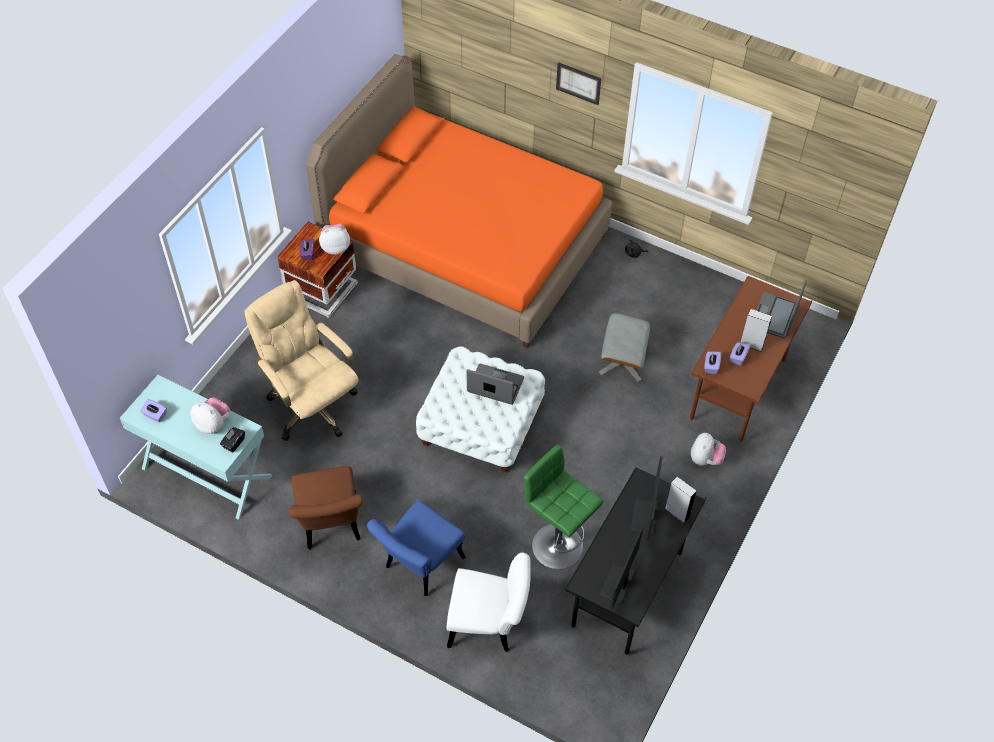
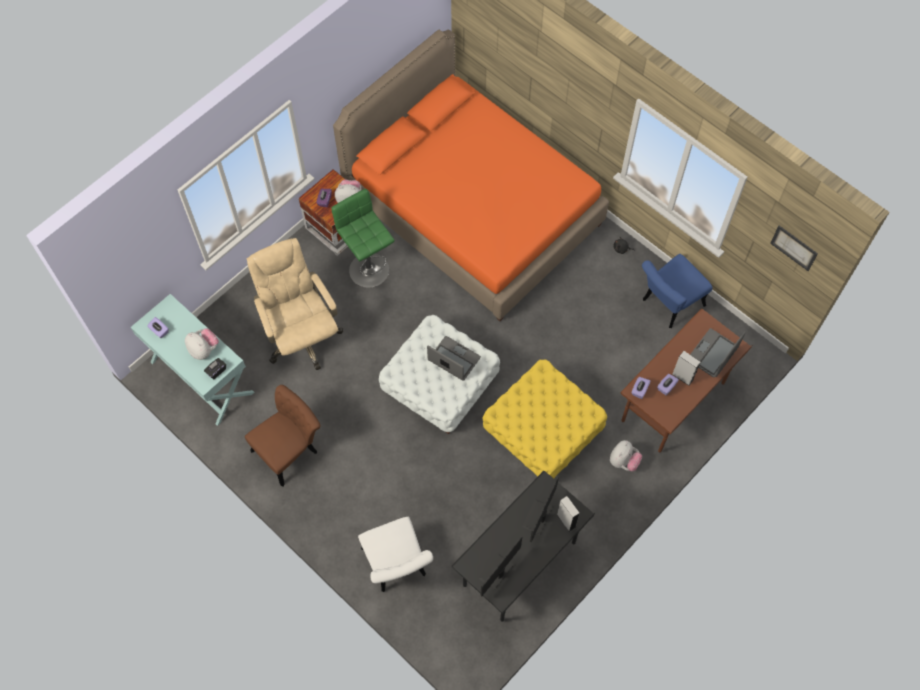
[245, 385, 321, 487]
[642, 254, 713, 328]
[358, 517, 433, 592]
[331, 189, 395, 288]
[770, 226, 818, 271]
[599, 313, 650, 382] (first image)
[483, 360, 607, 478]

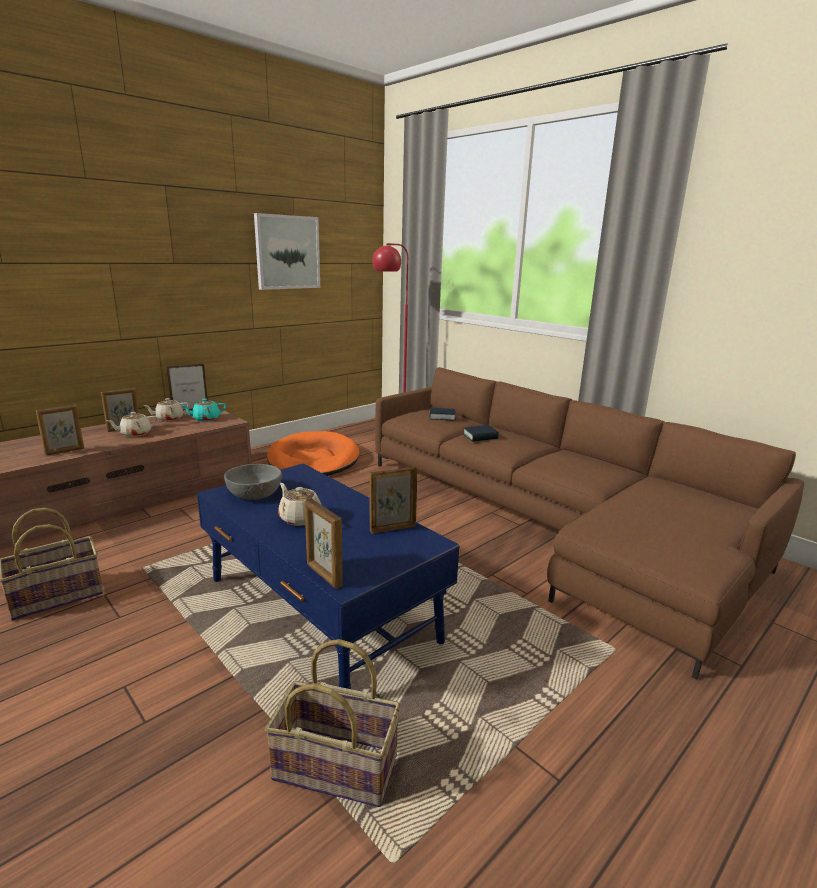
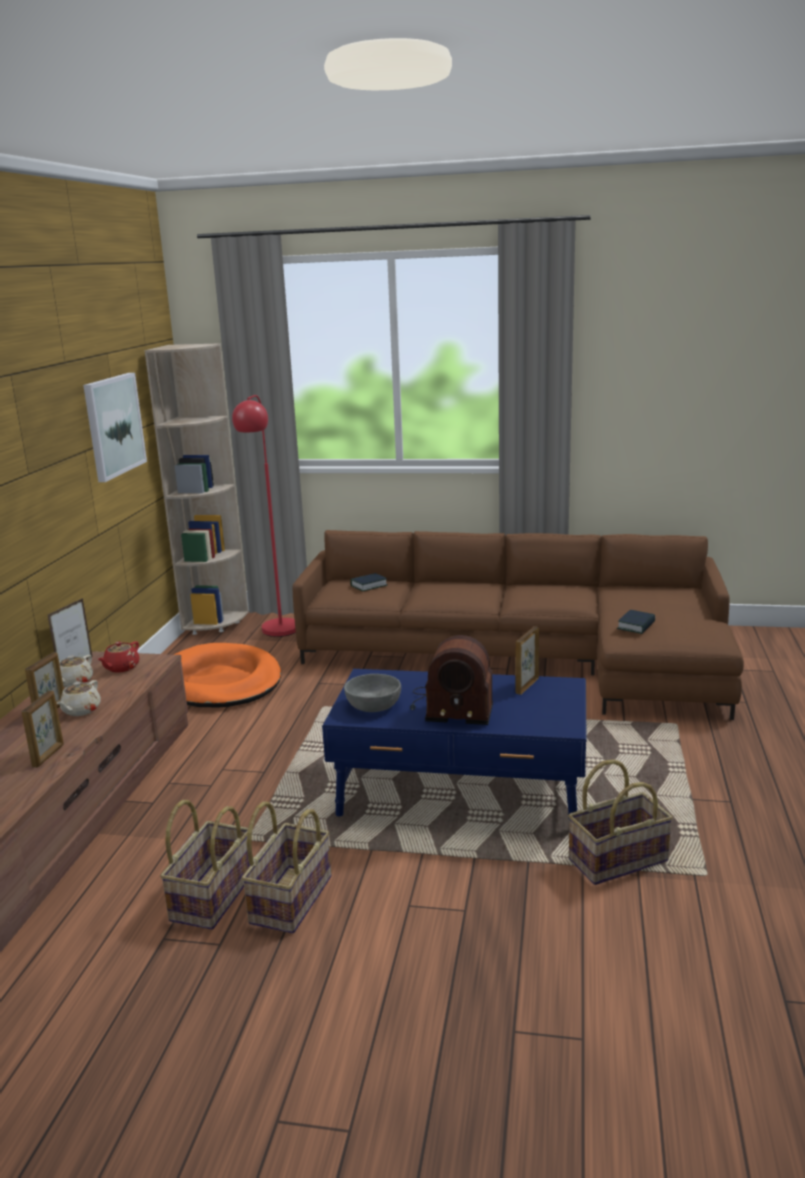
[98, 641, 140, 673]
[410, 635, 493, 725]
[305, 498, 343, 589] (first image)
[617, 610, 655, 634]
[145, 343, 249, 635]
[241, 801, 331, 934]

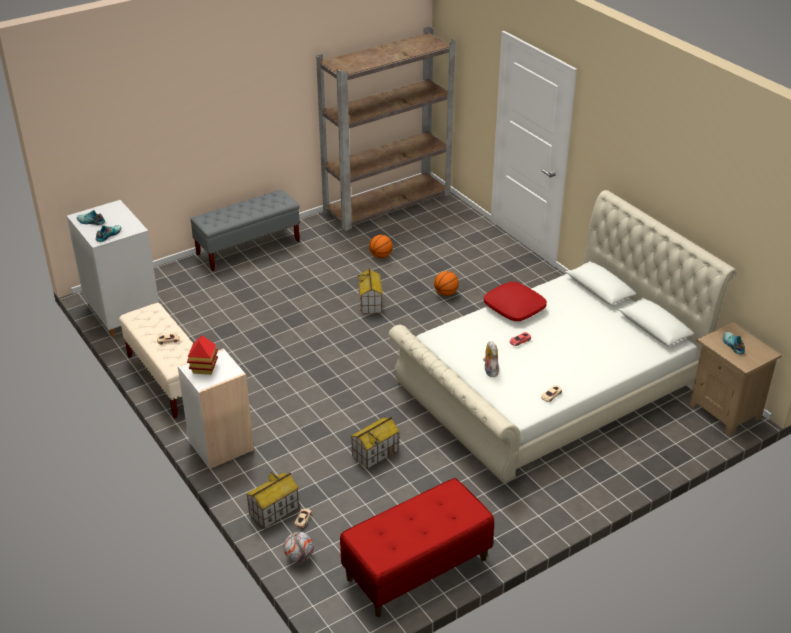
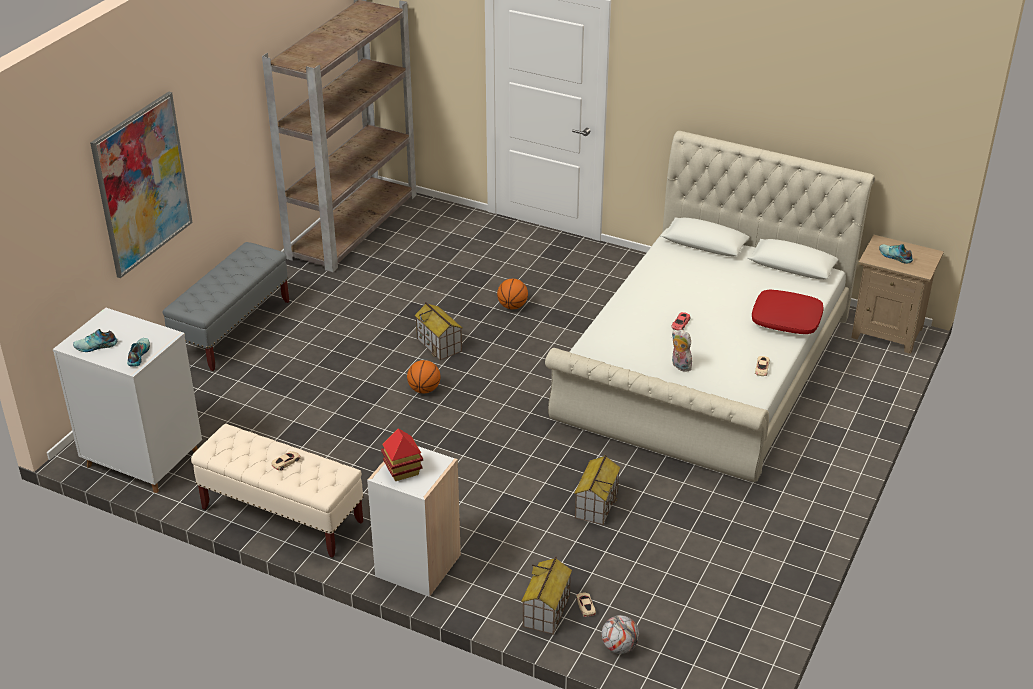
[340, 478, 494, 617] (first image)
[407, 360, 440, 393]
[752, 289, 824, 334]
[90, 91, 193, 278]

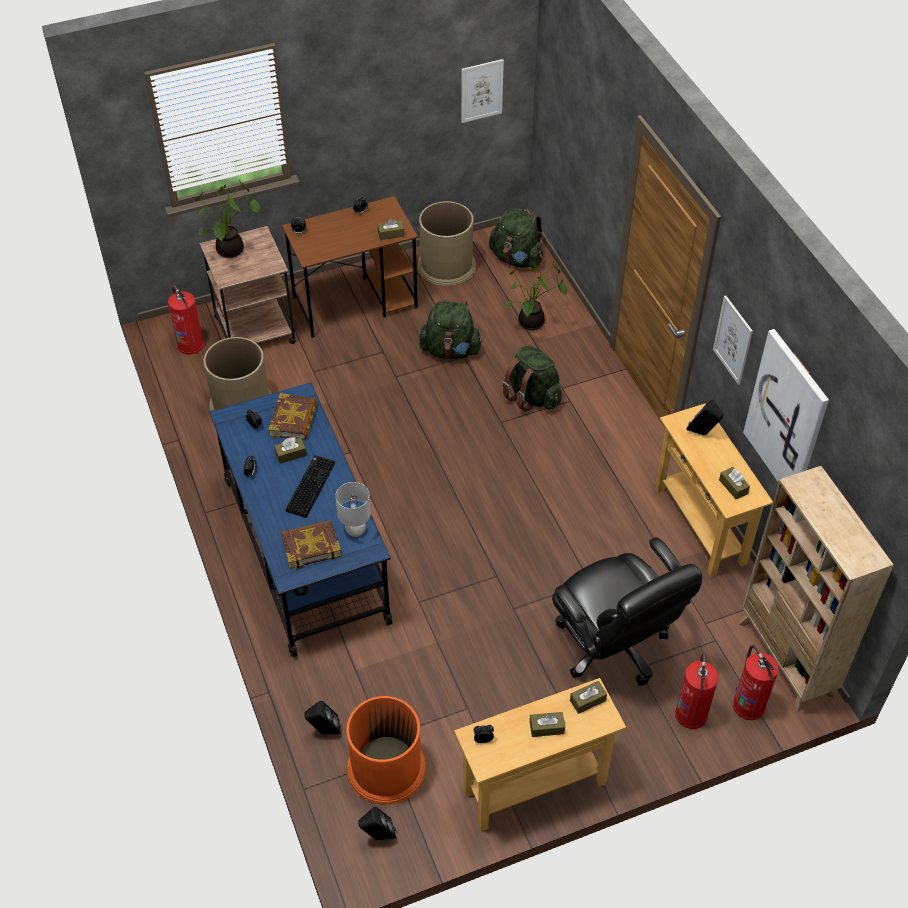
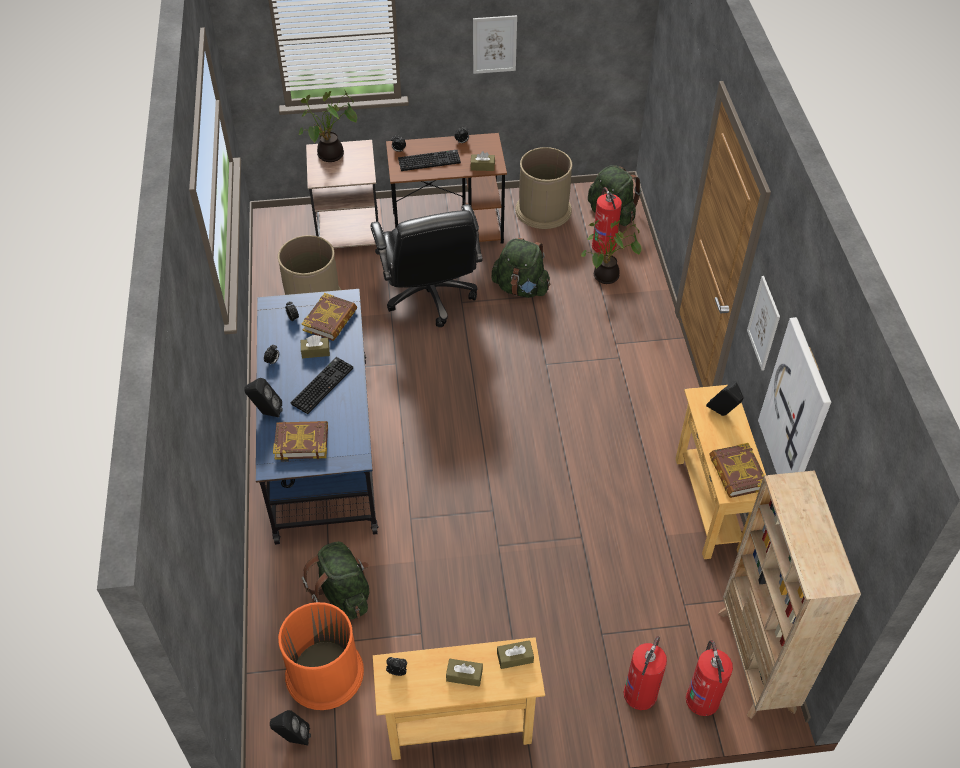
[592, 187, 622, 254]
[244, 378, 283, 417]
[335, 482, 371, 537] (first image)
[473, 15, 517, 74]
[302, 541, 369, 619]
[371, 204, 482, 327]
[709, 443, 764, 498]
[398, 150, 461, 171]

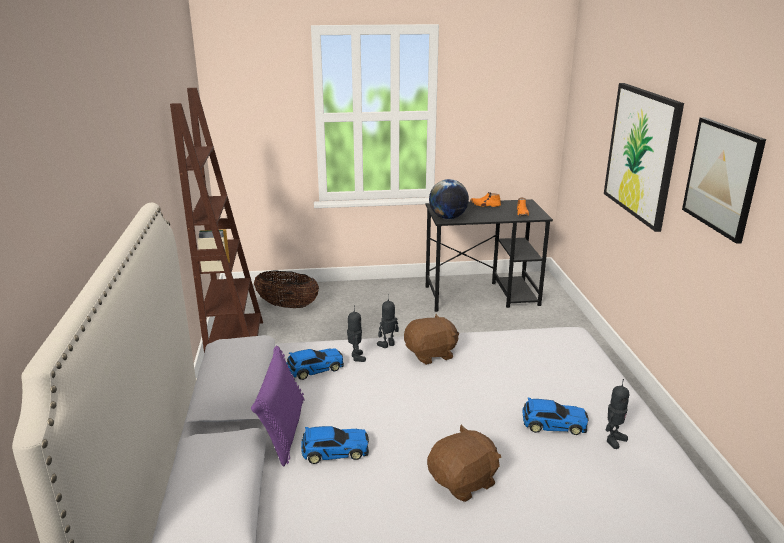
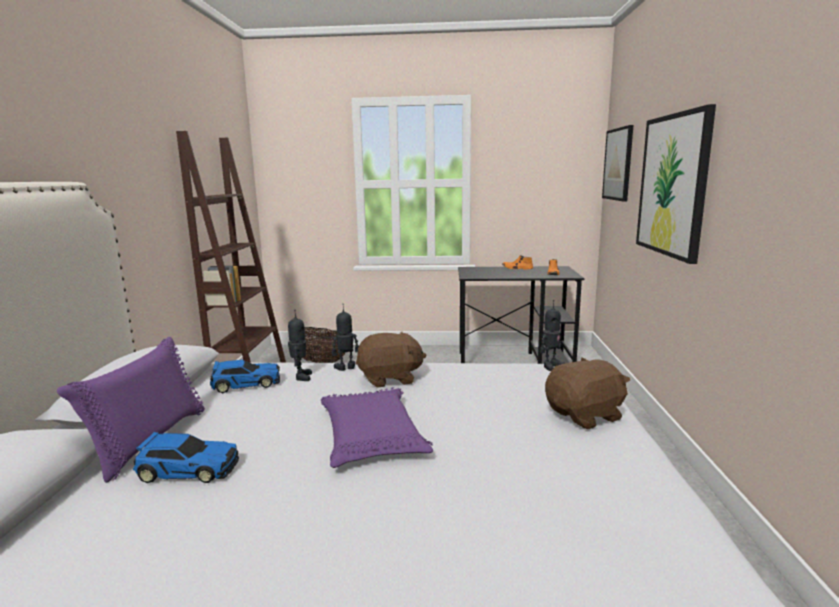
[545, 357, 630, 429]
[429, 179, 469, 219] (first image)
[522, 398, 589, 435] (first image)
[540, 300, 565, 371]
[602, 125, 633, 201]
[321, 387, 433, 468]

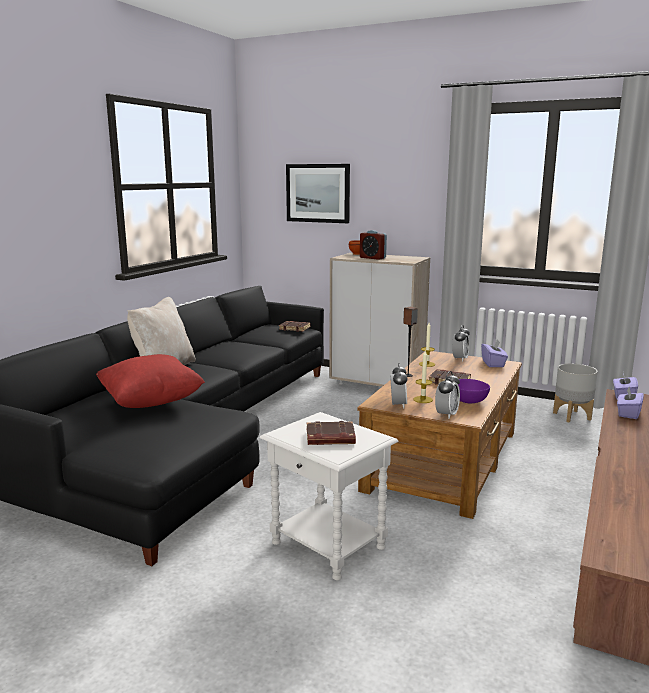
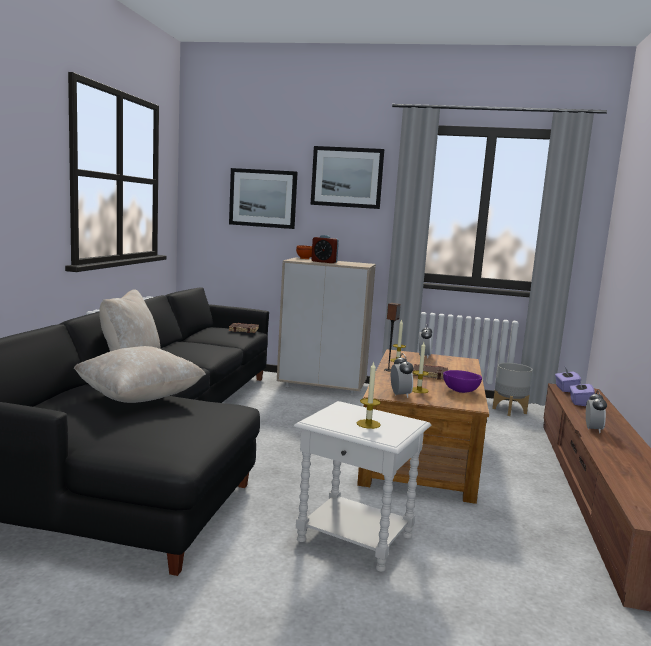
[74, 346, 206, 403]
[357, 361, 381, 429]
[586, 390, 607, 433]
[481, 339, 508, 367] (first image)
[311, 146, 384, 209]

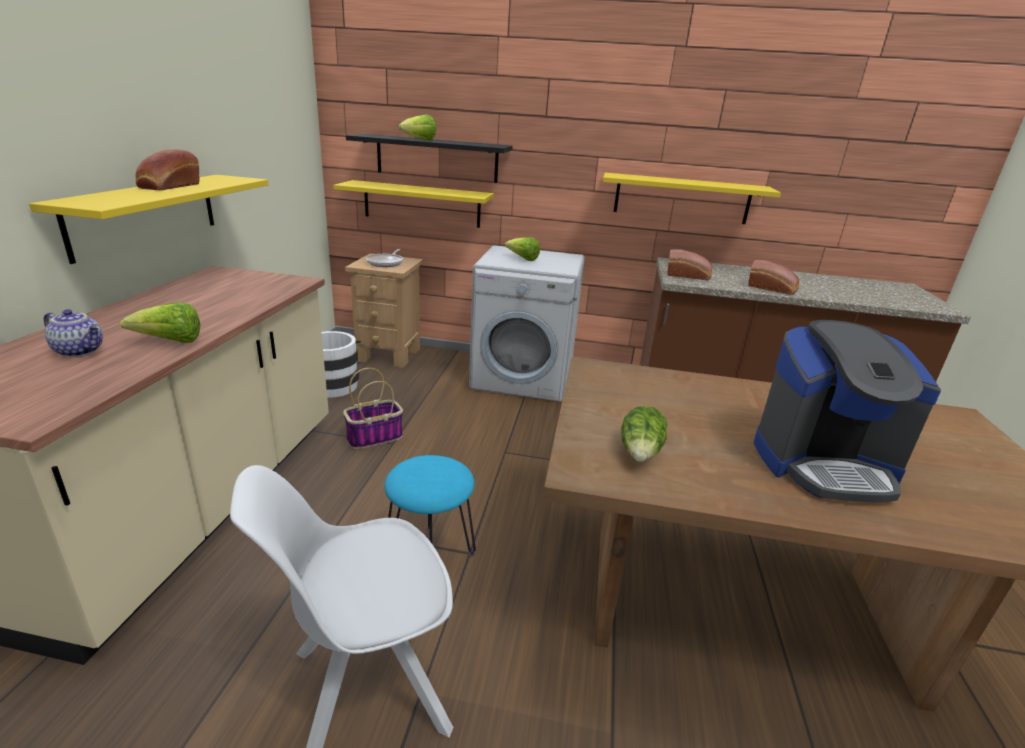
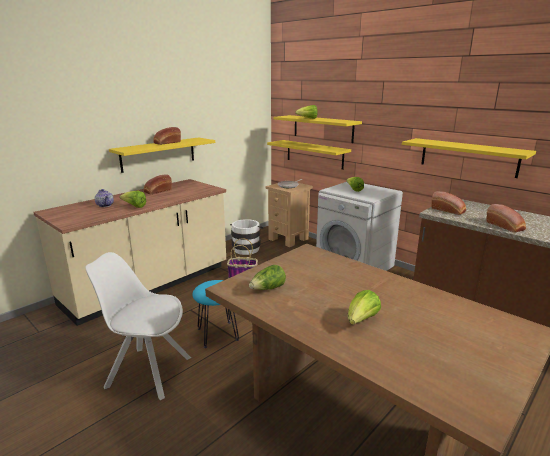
[274, 115, 362, 143]
[348, 290, 381, 325]
[144, 175, 172, 194]

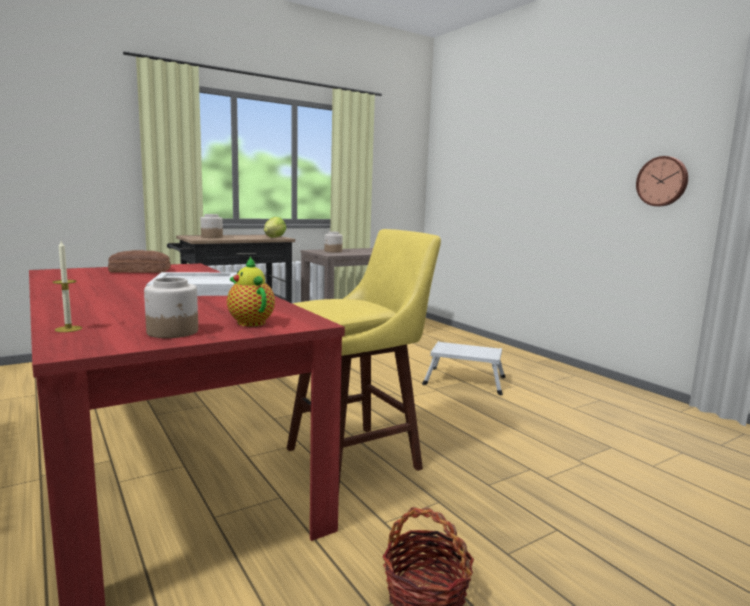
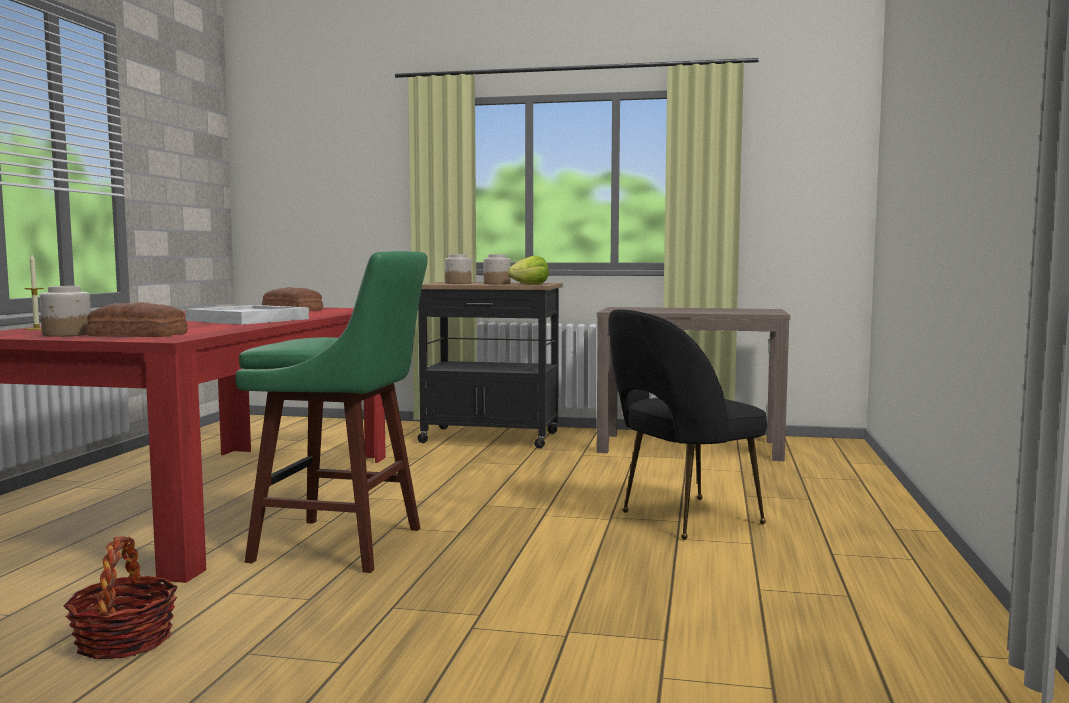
[87, 302, 188, 337]
[235, 251, 428, 573]
[484, 254, 511, 284]
[609, 309, 767, 540]
[636, 156, 688, 206] (first image)

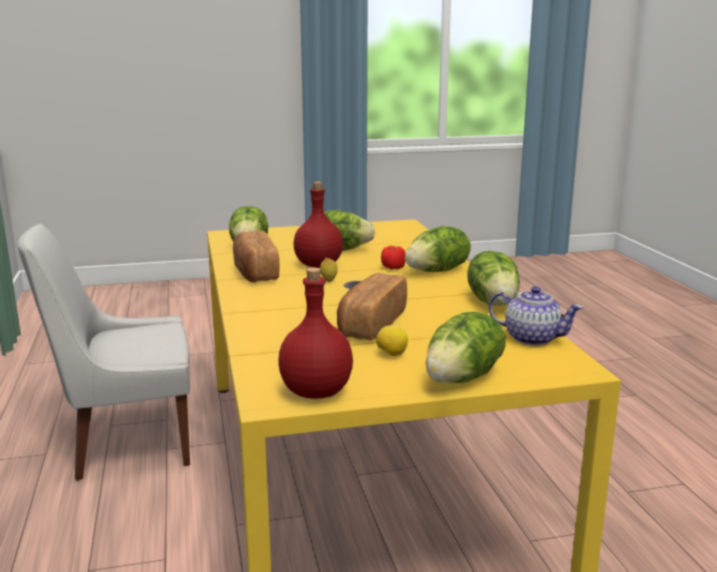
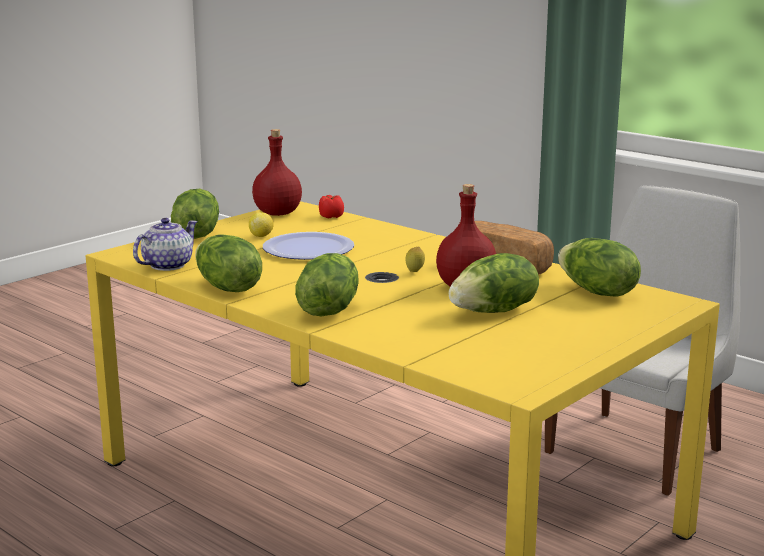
[263, 232, 354, 260]
[319, 195, 344, 218]
[133, 218, 198, 271]

